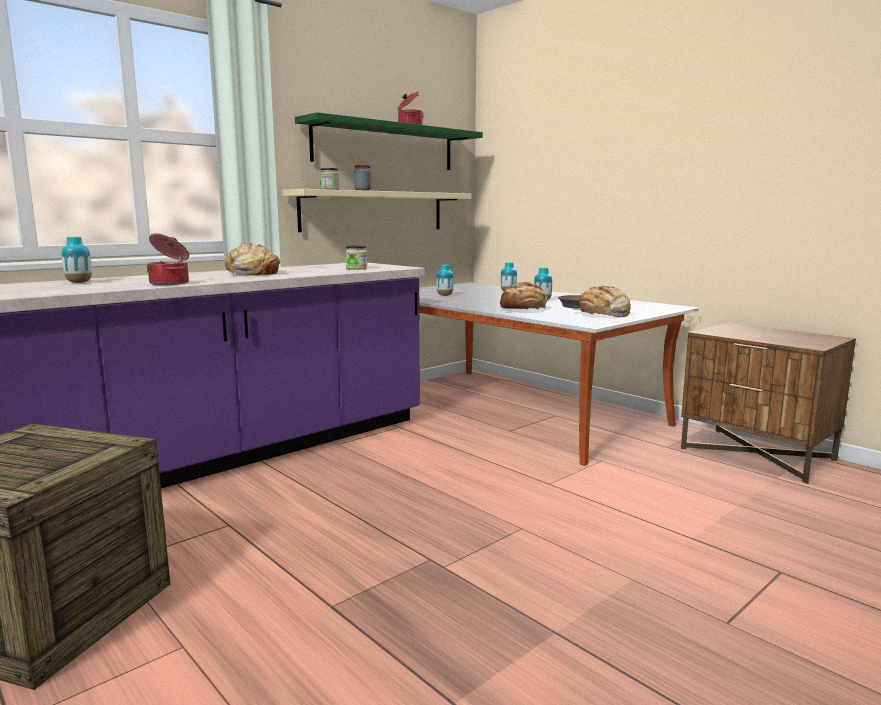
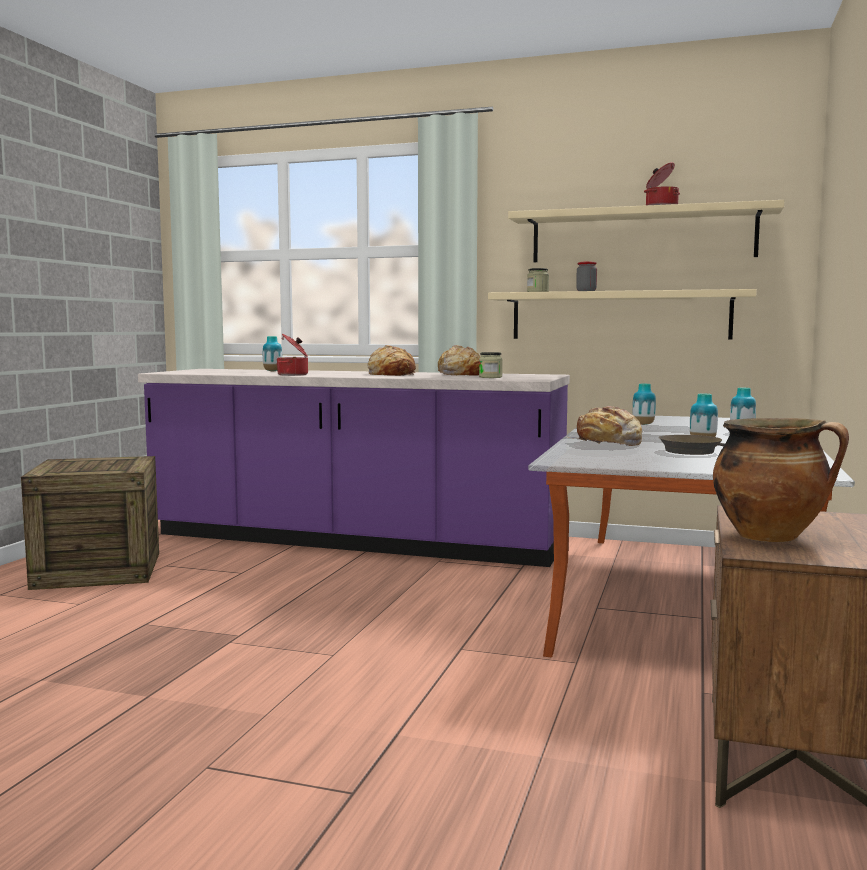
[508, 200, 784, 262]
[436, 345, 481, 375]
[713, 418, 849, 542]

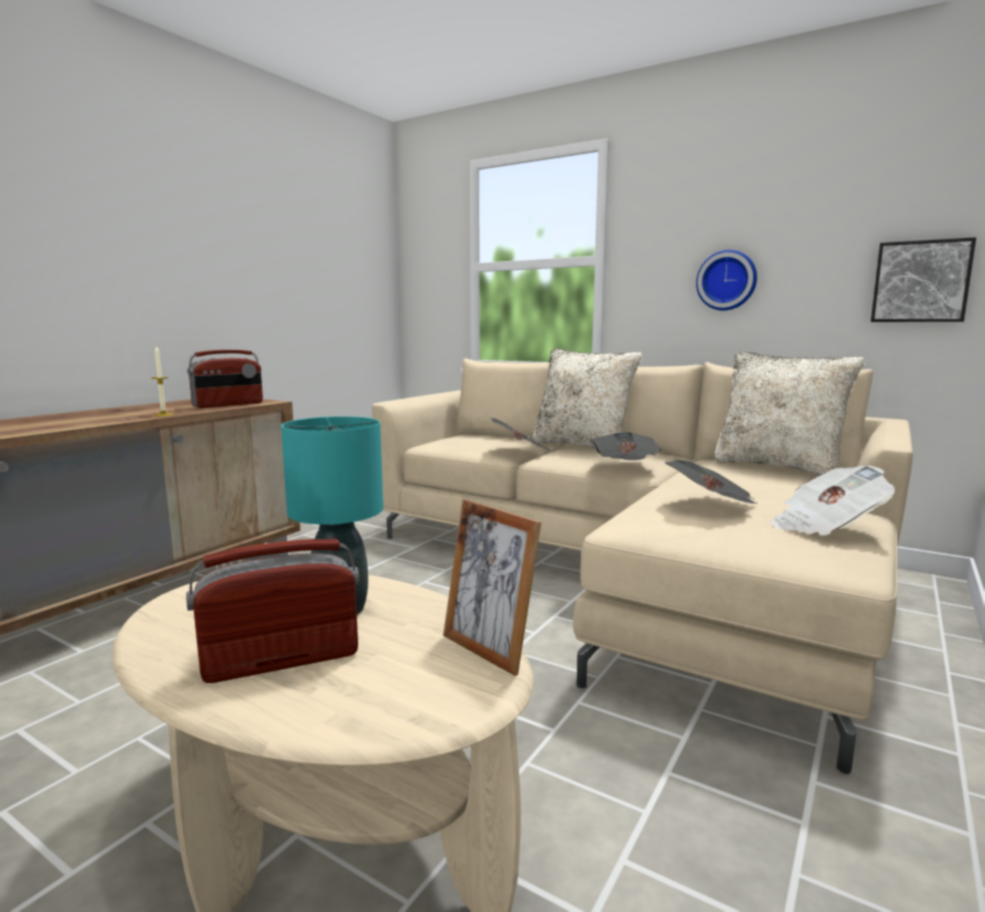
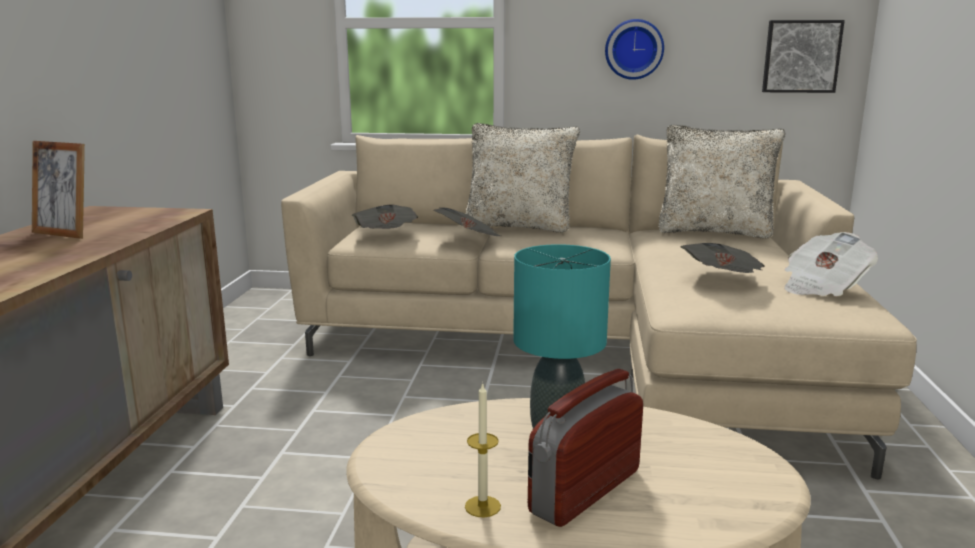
[465, 382, 501, 517]
[187, 350, 263, 408] (first image)
[32, 141, 85, 239]
[352, 205, 418, 229]

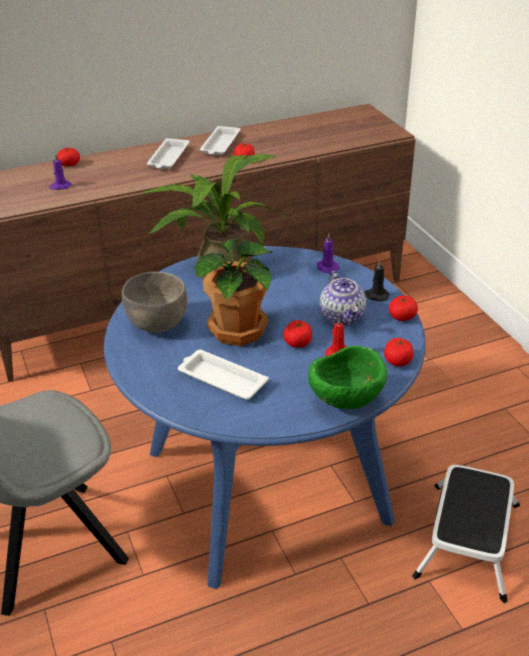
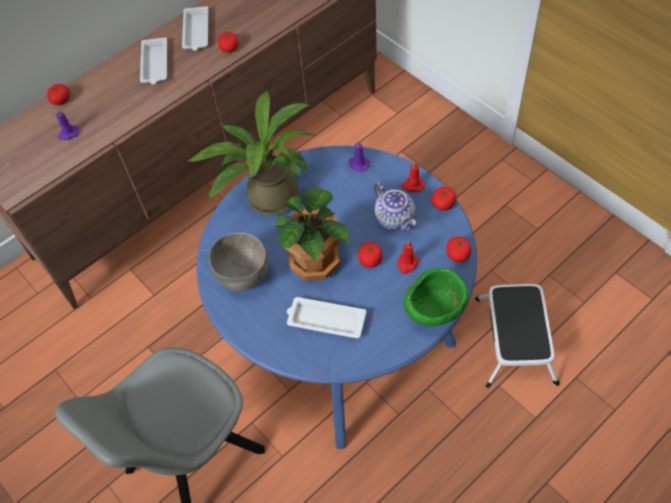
[401, 162, 425, 192]

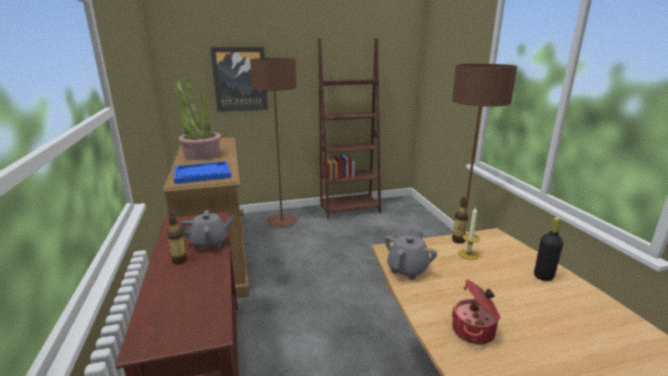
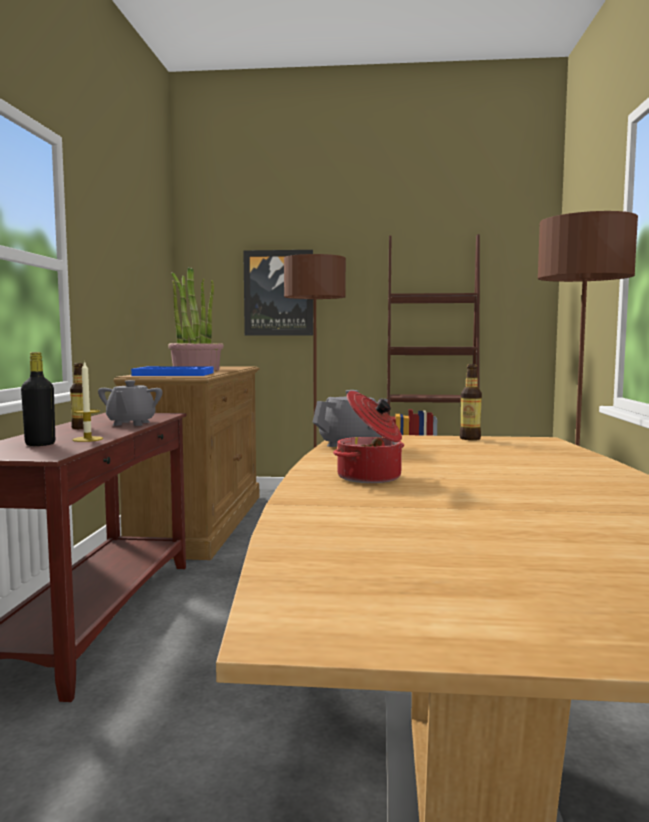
[98, 380, 163, 426]
[72, 360, 103, 442]
[21, 352, 55, 446]

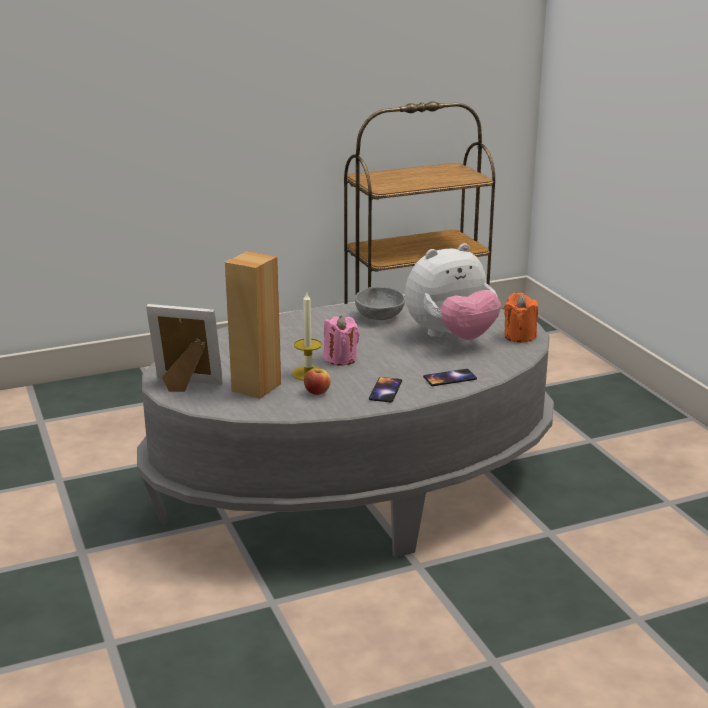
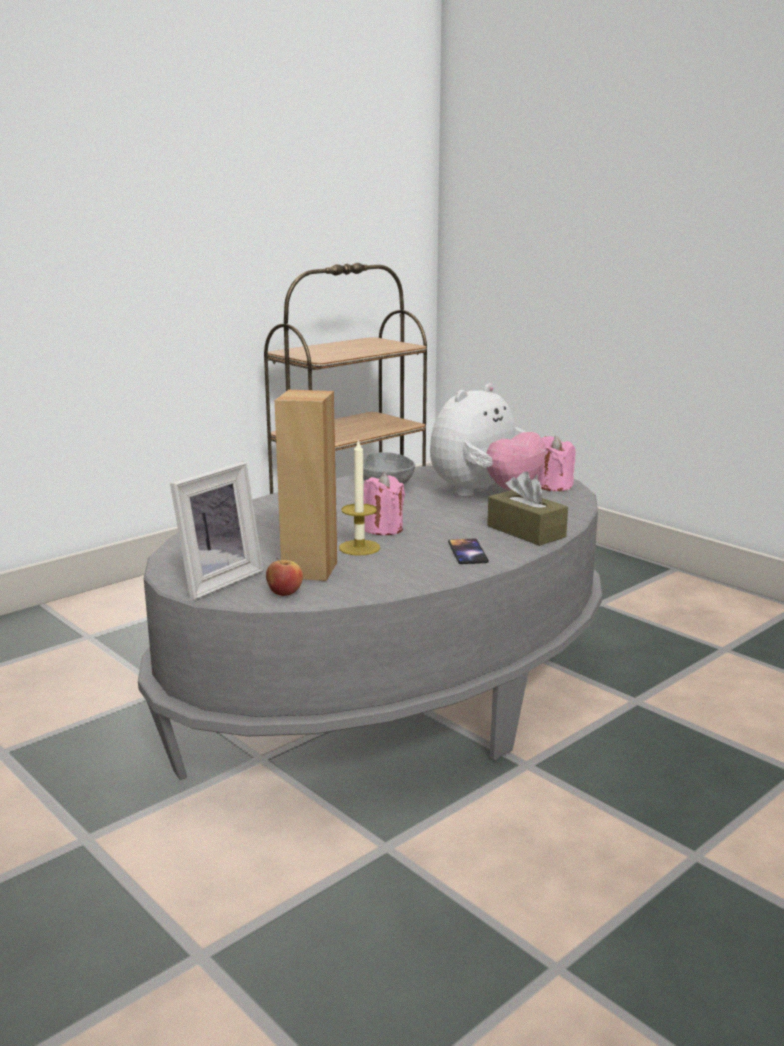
[170, 462, 263, 600]
[266, 558, 303, 596]
[487, 472, 568, 546]
[537, 436, 576, 491]

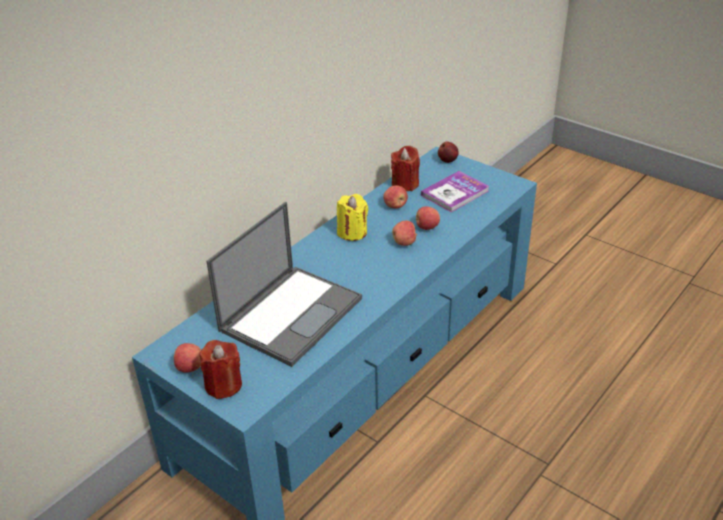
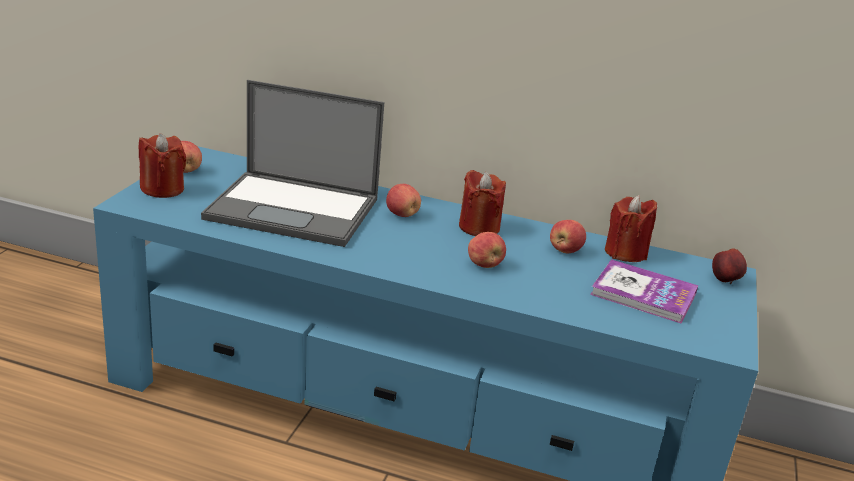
[459, 170, 506, 236]
[386, 184, 421, 217]

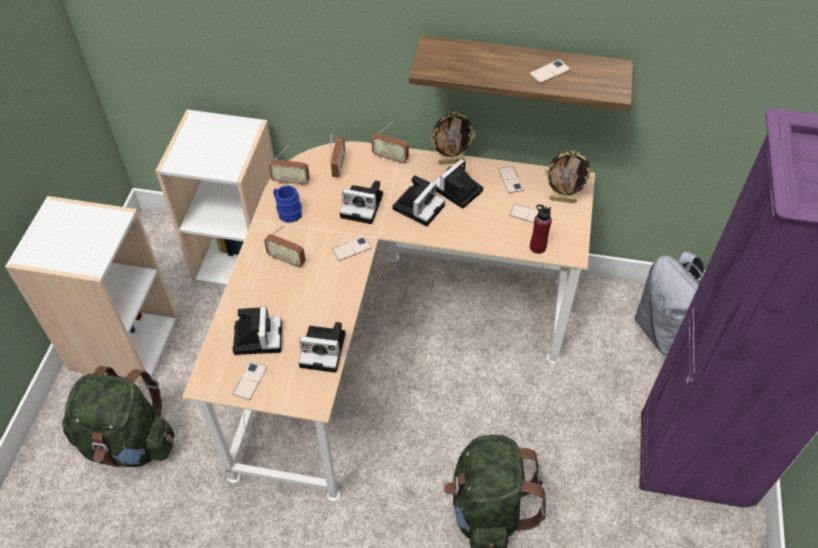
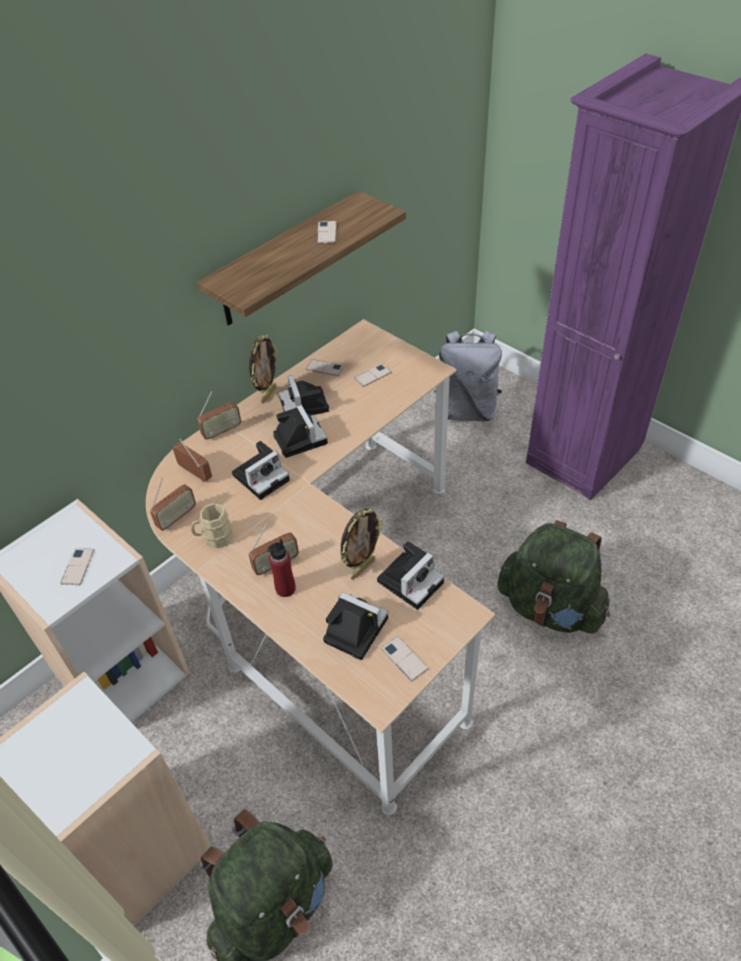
[191, 503, 233, 548]
[60, 548, 94, 585]
[267, 539, 296, 597]
[340, 508, 383, 580]

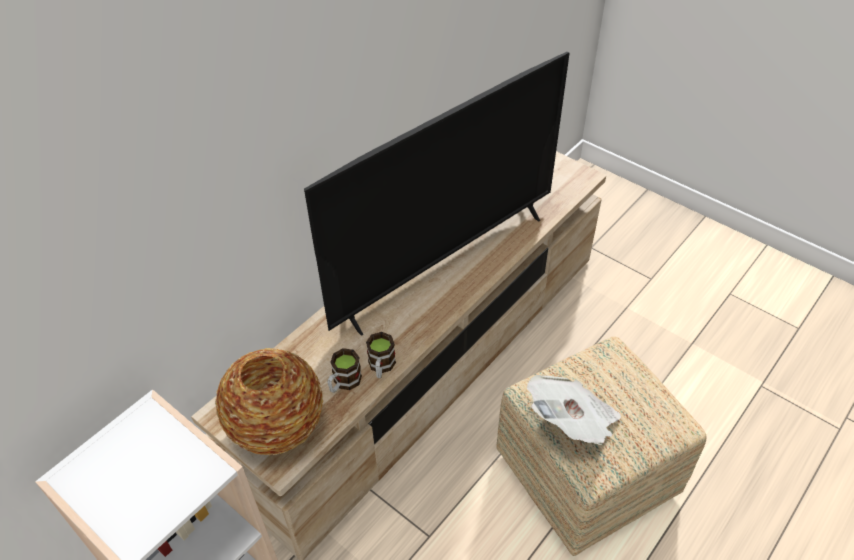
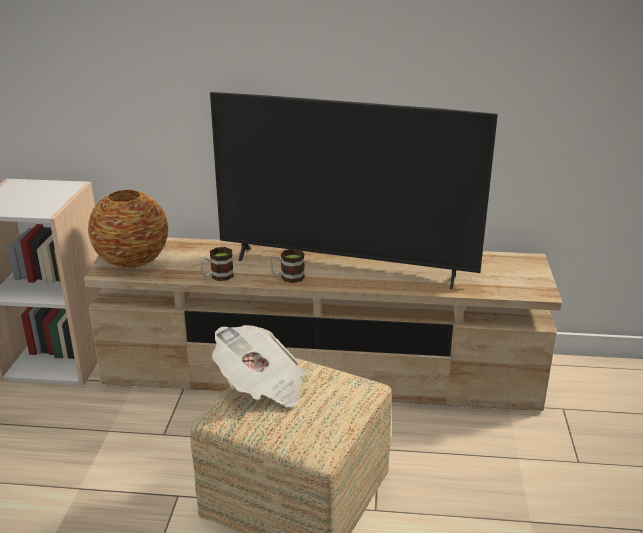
[270, 249, 305, 283]

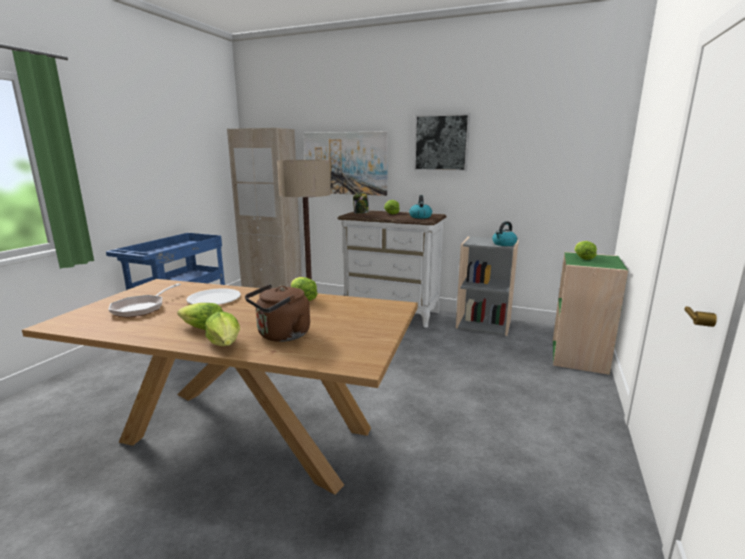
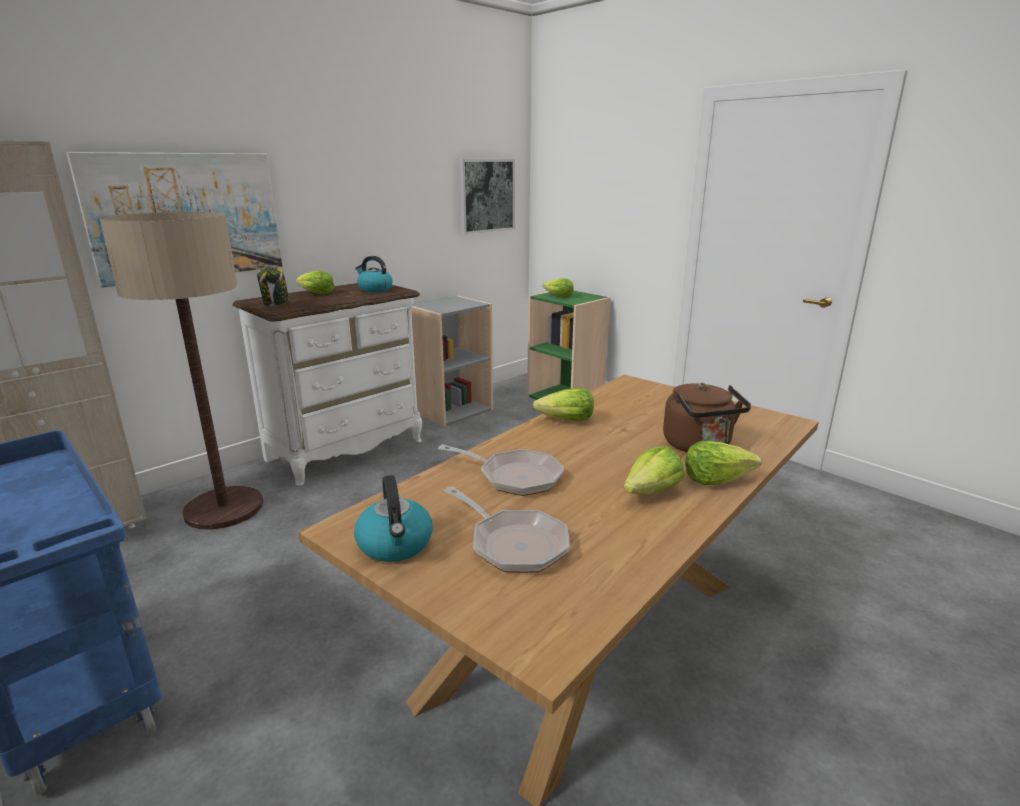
[438, 444, 564, 496]
[459, 159, 515, 234]
[354, 475, 433, 562]

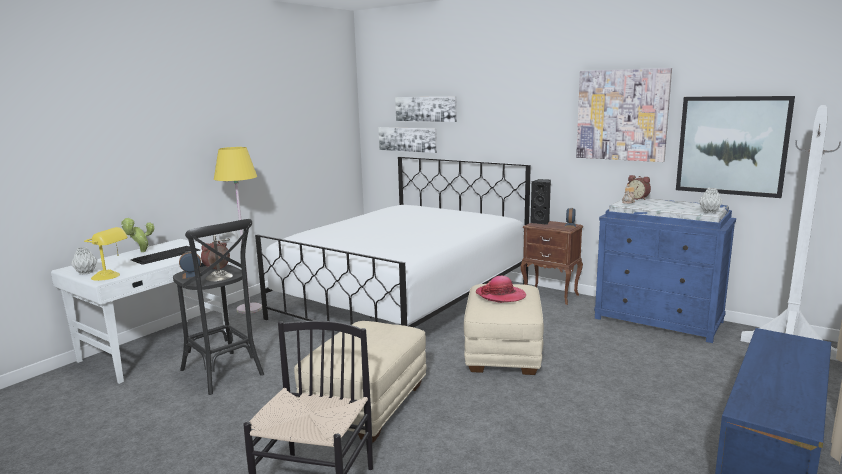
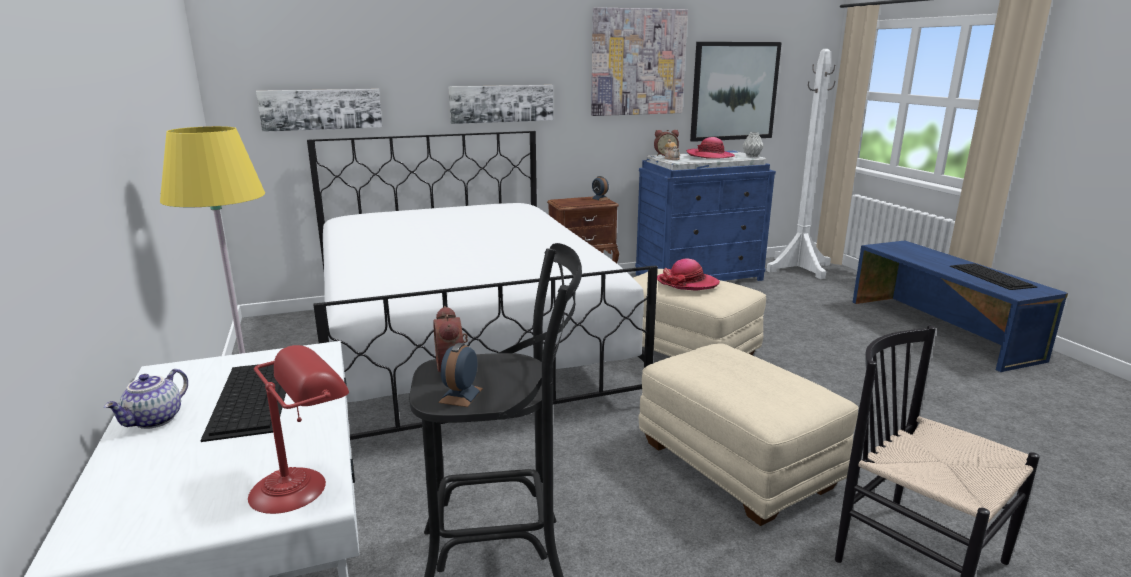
[71, 247, 97, 275] (first image)
[248, 345, 349, 514]
[104, 369, 188, 429]
[206, 231, 239, 281] (first image)
[448, 85, 553, 124]
[530, 179, 551, 225] (first image)
[687, 137, 735, 159]
[950, 263, 1037, 290]

